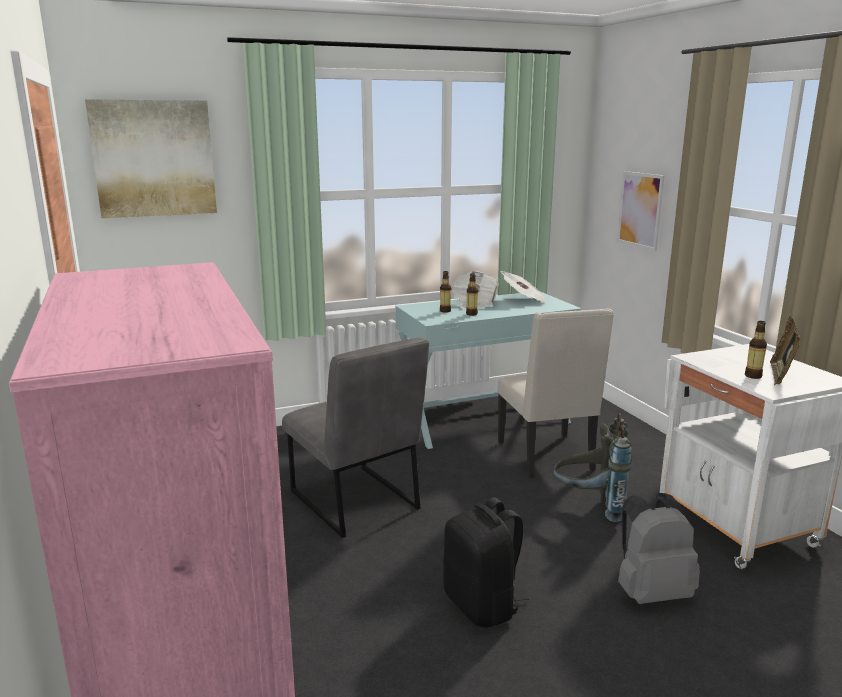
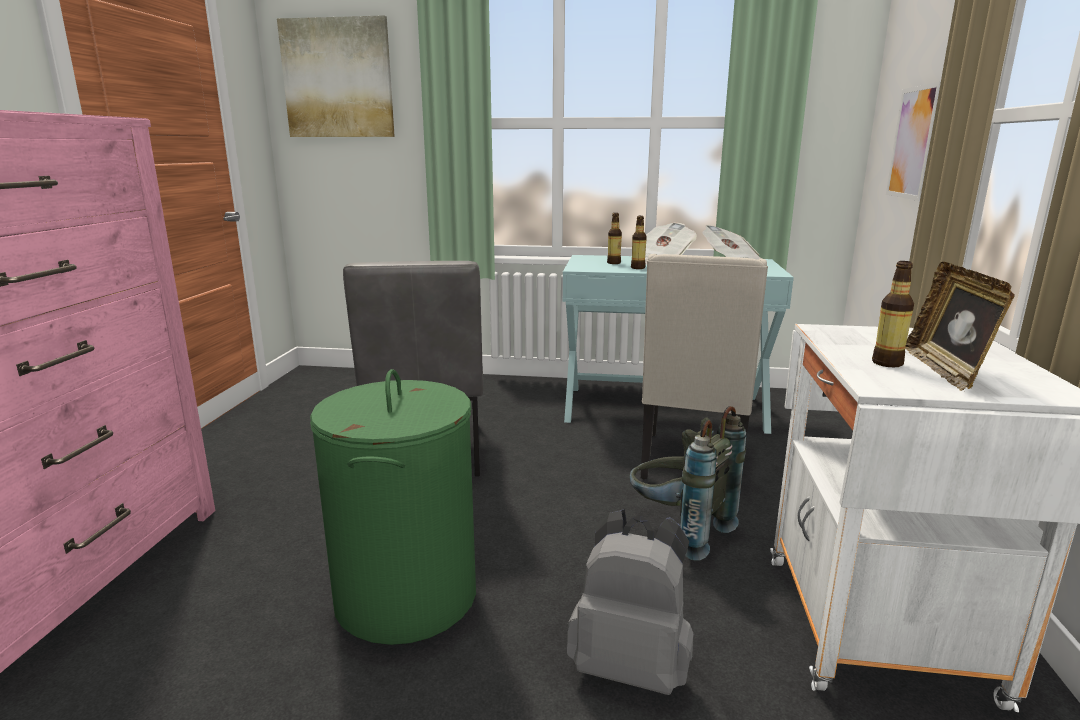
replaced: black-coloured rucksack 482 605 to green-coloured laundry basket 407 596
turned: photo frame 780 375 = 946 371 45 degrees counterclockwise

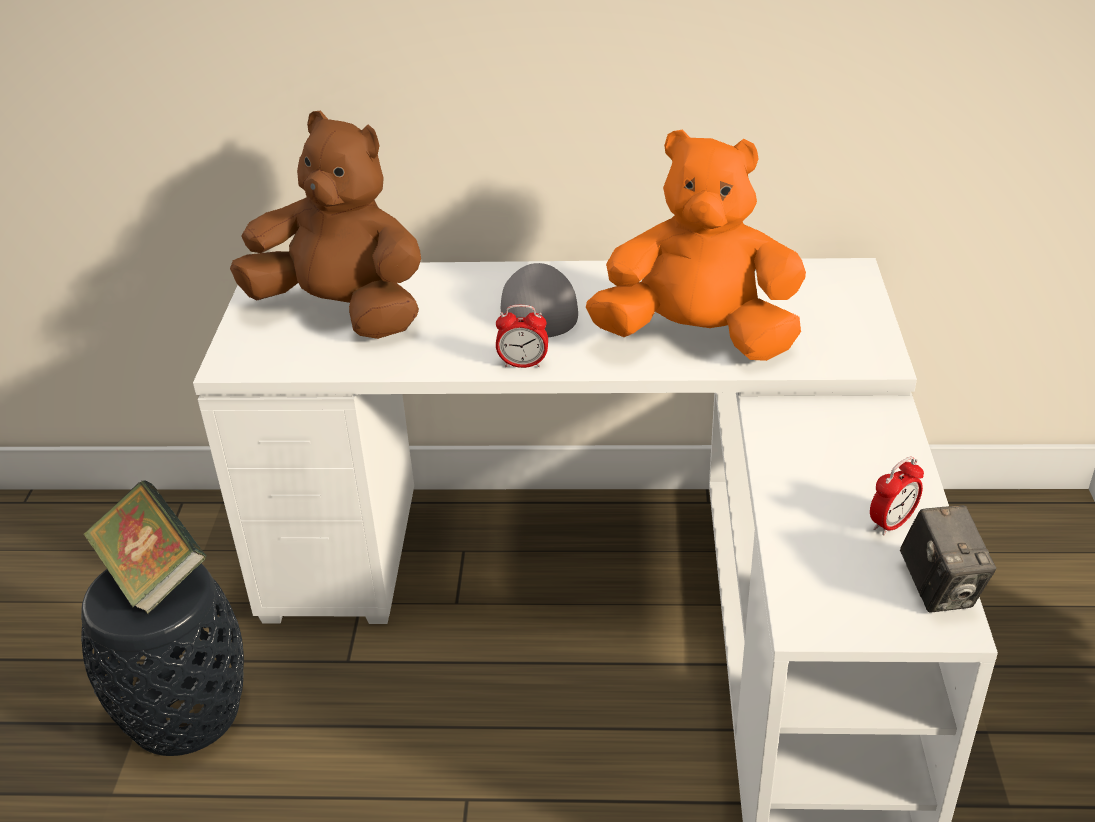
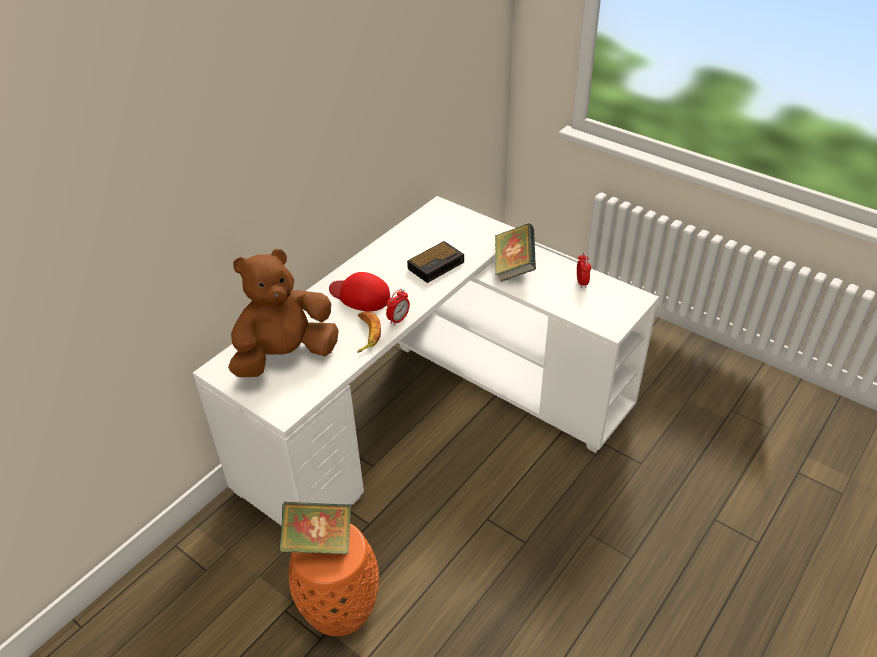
removed: photo camera 939 588
added: whole banana 366 334; book 514 267
replaced: orangey plush toy 698 338 to table clock 437 265
recoloured: black-coloured stool 185 712 to orangey stool 339 606; gray baseball cap 538 307 to red baseball cap 360 295

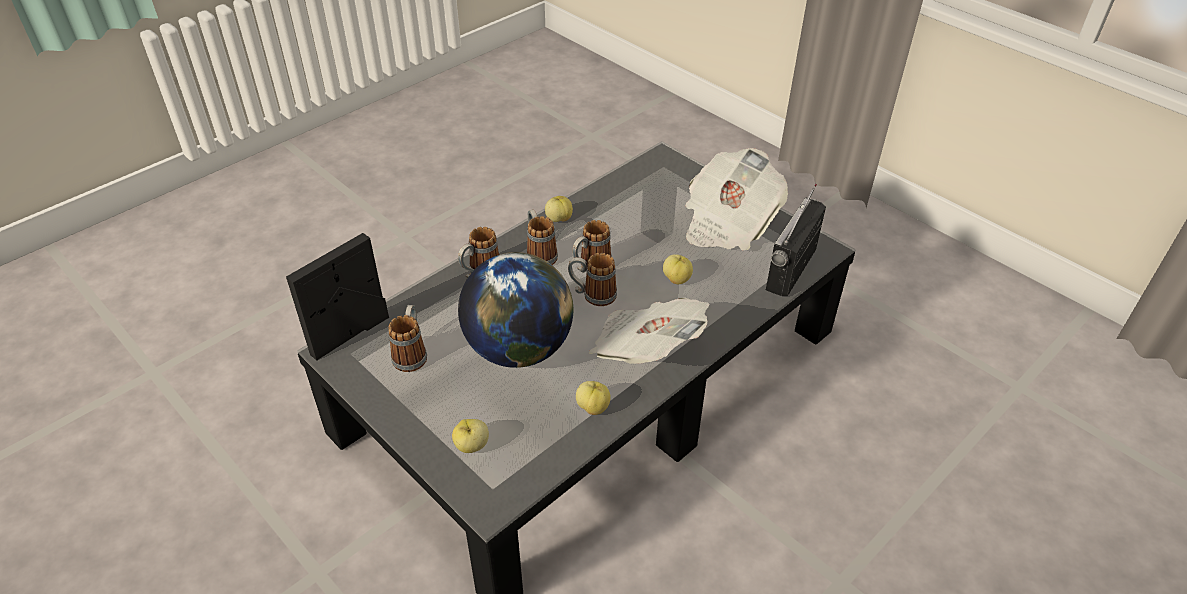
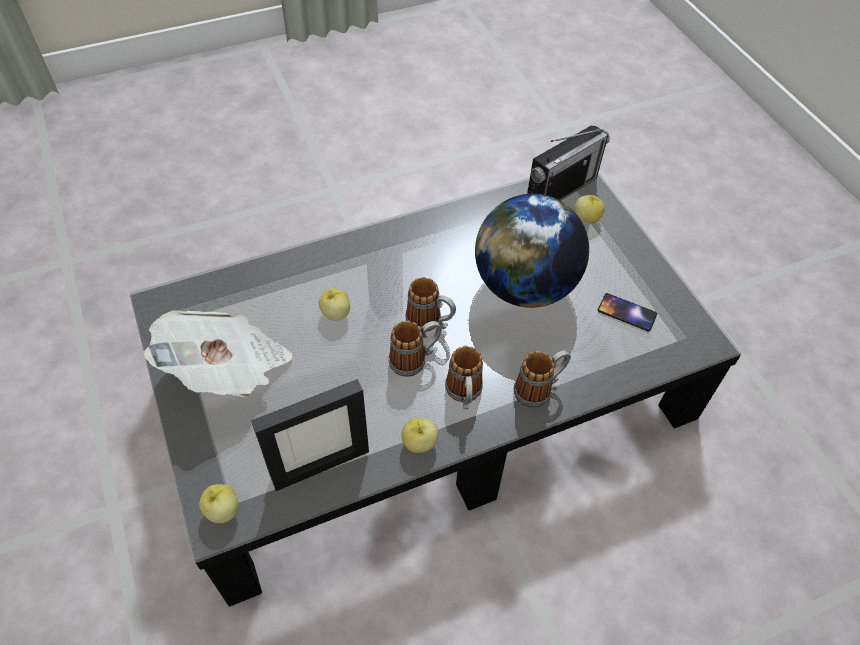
removed: newspaper 645 350
moved: apple 593 407 to 222 510; photo frame 350 335 to 320 464; radio receiver 791 269 to 561 190
replaced: coffee mug 411 353 to phone 627 312

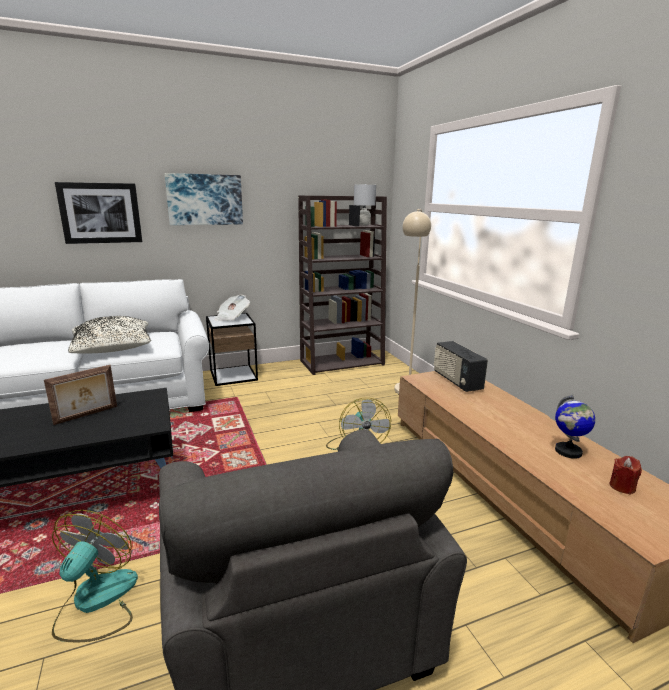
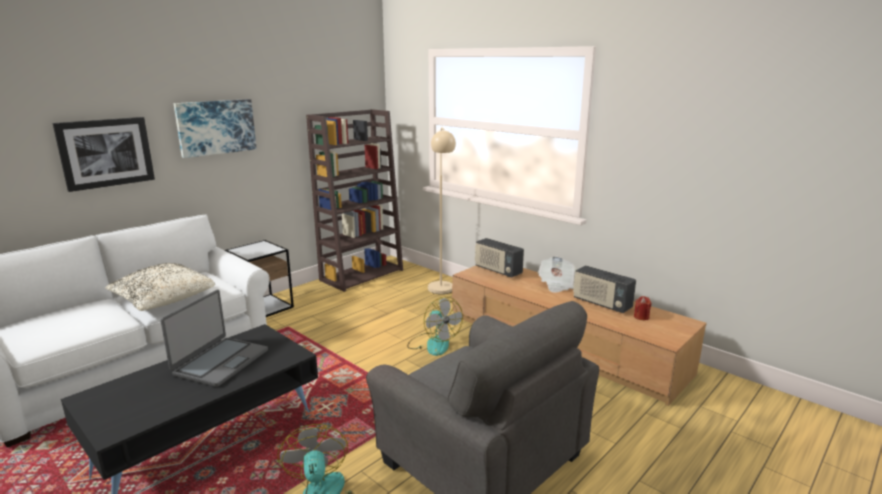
removed: gray tabletop lamp 364 225
moved: newspaper 231 317 to 556 284
replaced: photo frame 86 415 to portable computer 220 362; globe 568 451 to radio receiver 601 304

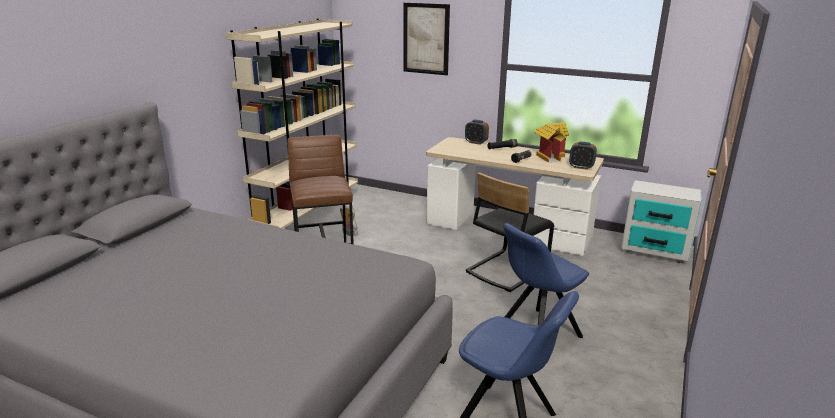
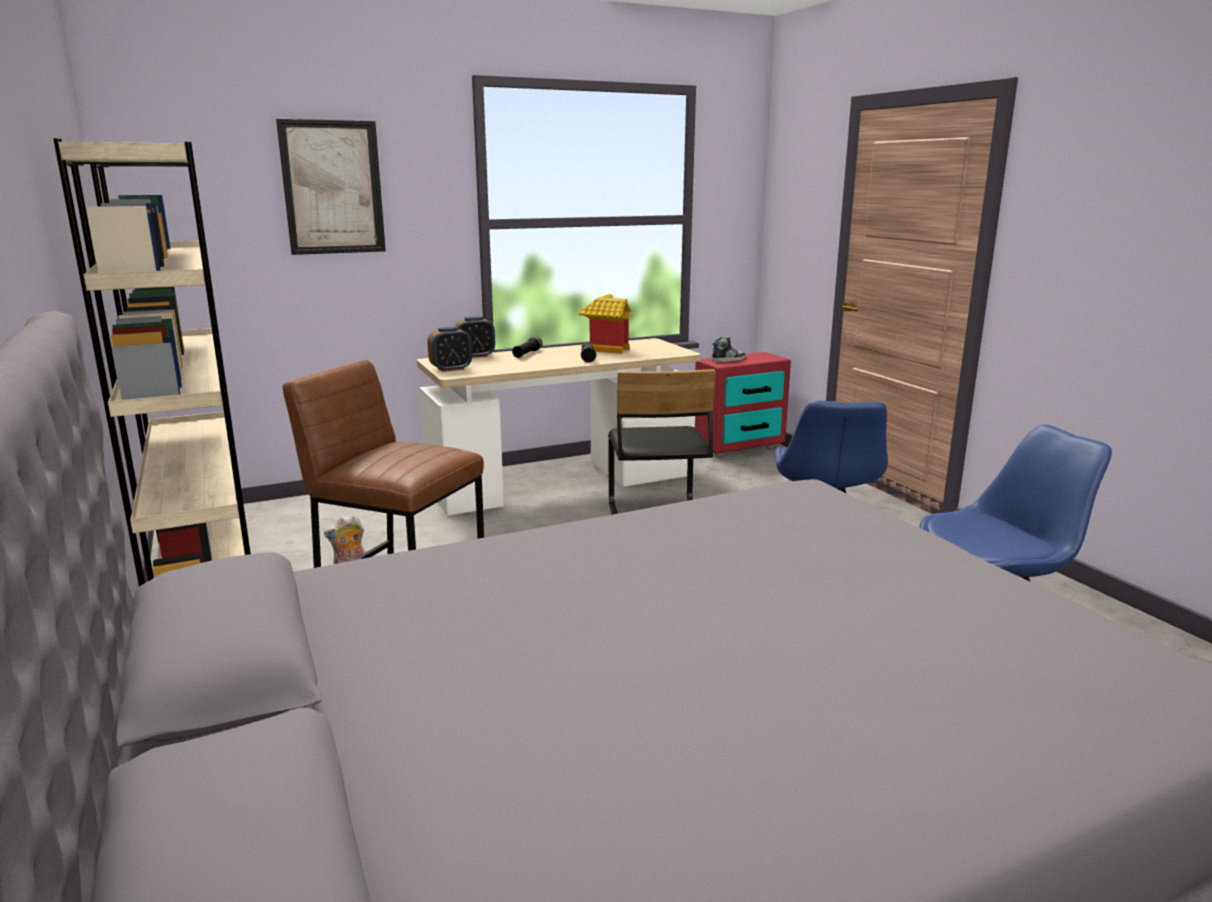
added: shoe 728 359
moved: table clock 581 167 to 451 369
recoloured: white night table 654 253 to red night table 739 449

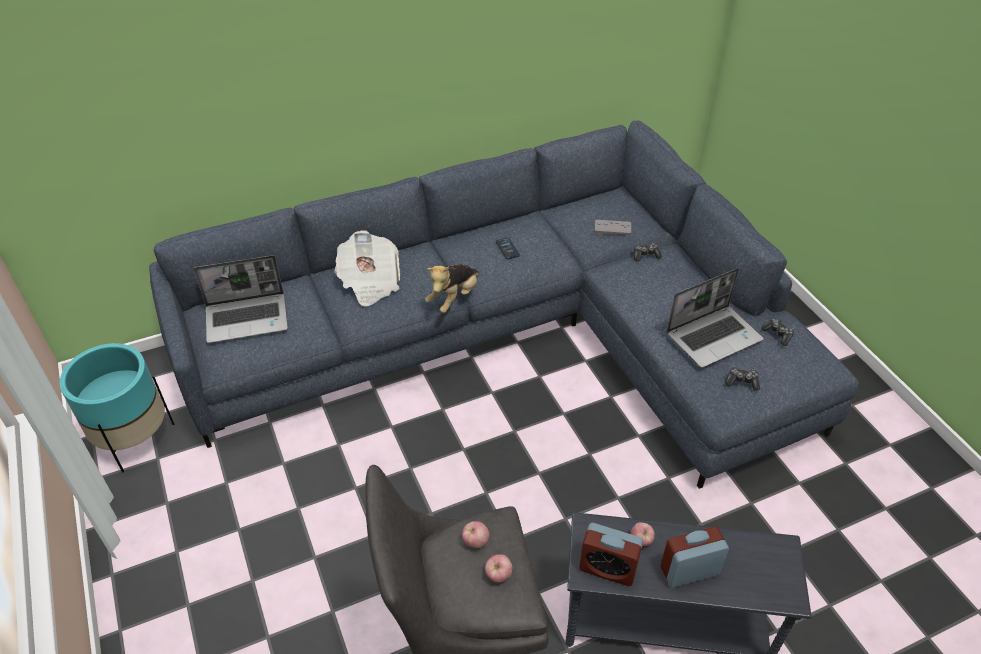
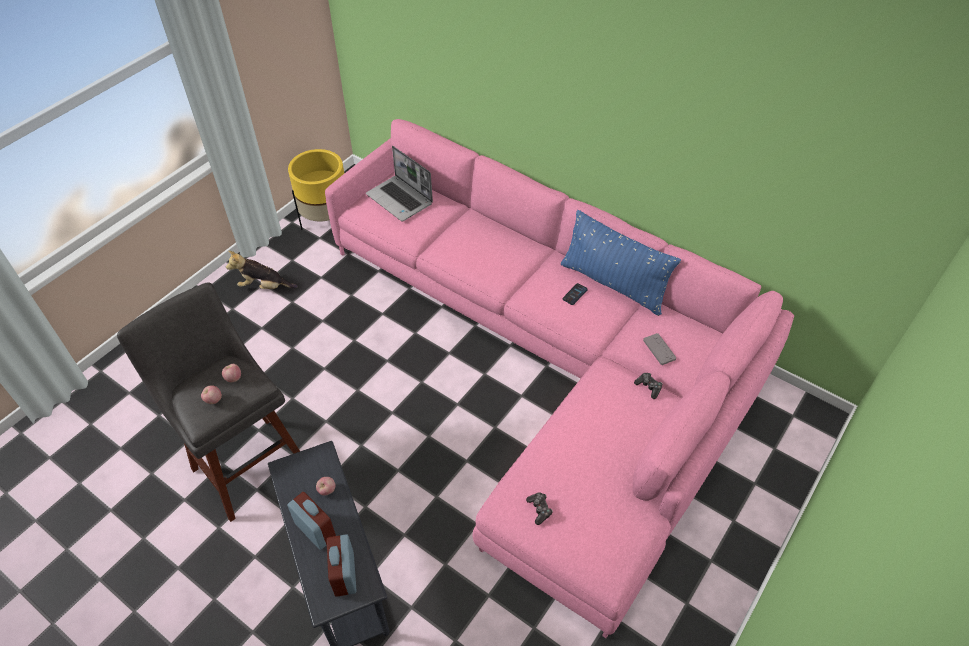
removed: newspaper 370 282; portable computer 714 336; game controller 778 334
added: bluish pillow 613 284
moved: plush toy 454 298 to 264 286; table clock 607 568 to 344 574
recoloured: turquoise-coloured flower pot 135 439 to yellow flower pot 326 220; bluish settee 518 337 to pinkish settee 551 364

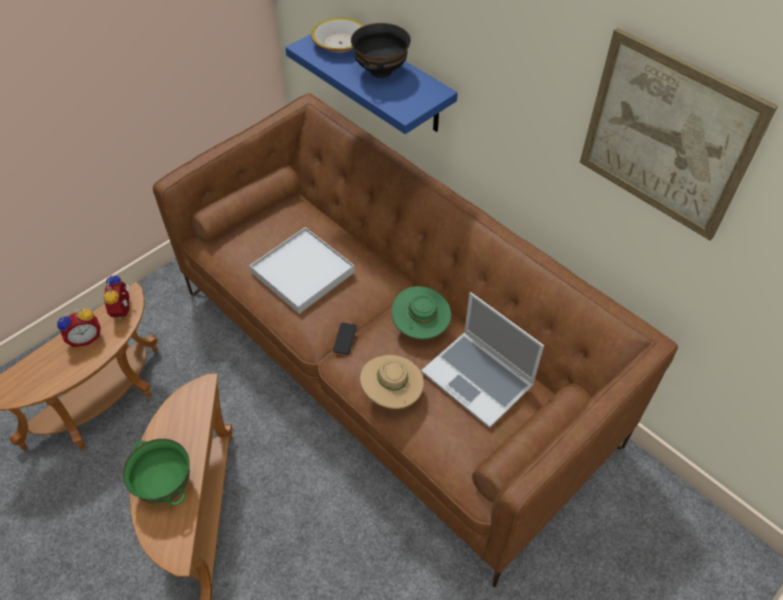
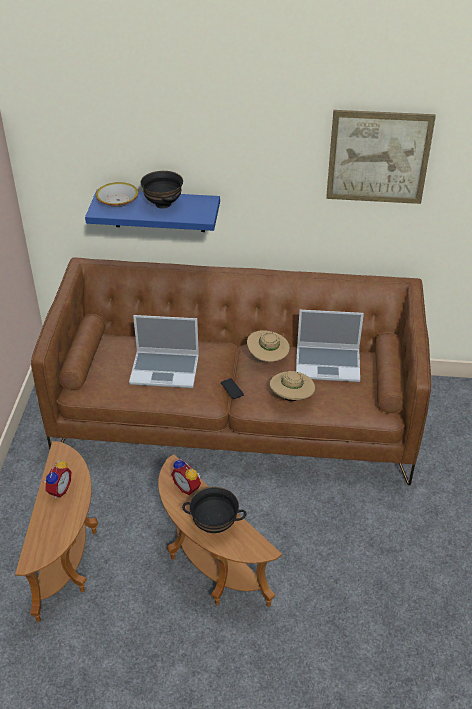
moved: table clock 124 309 to 188 487
replaced: white serving tray 303 272 to portable computer 166 370
recoloured: green-coloured bowl 166 485 to black-coloured bowl 214 524; green-coloured wearable hat 420 326 to sand-coloured wearable hat 268 358

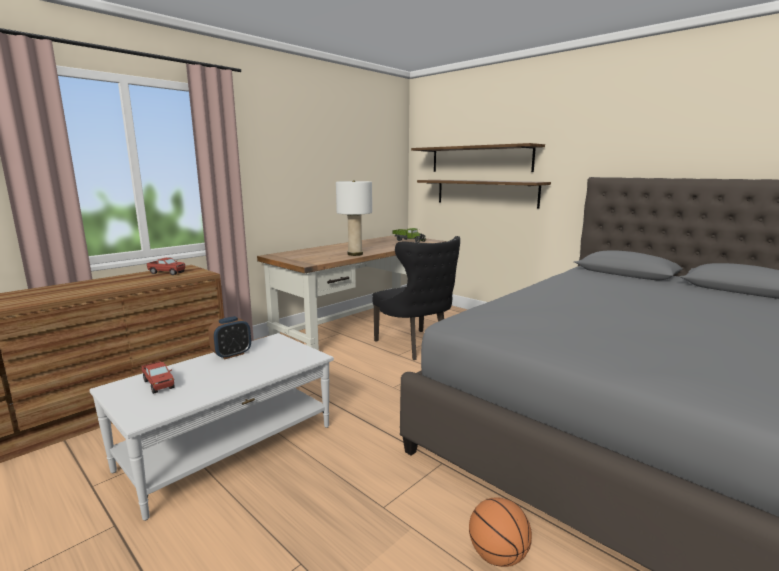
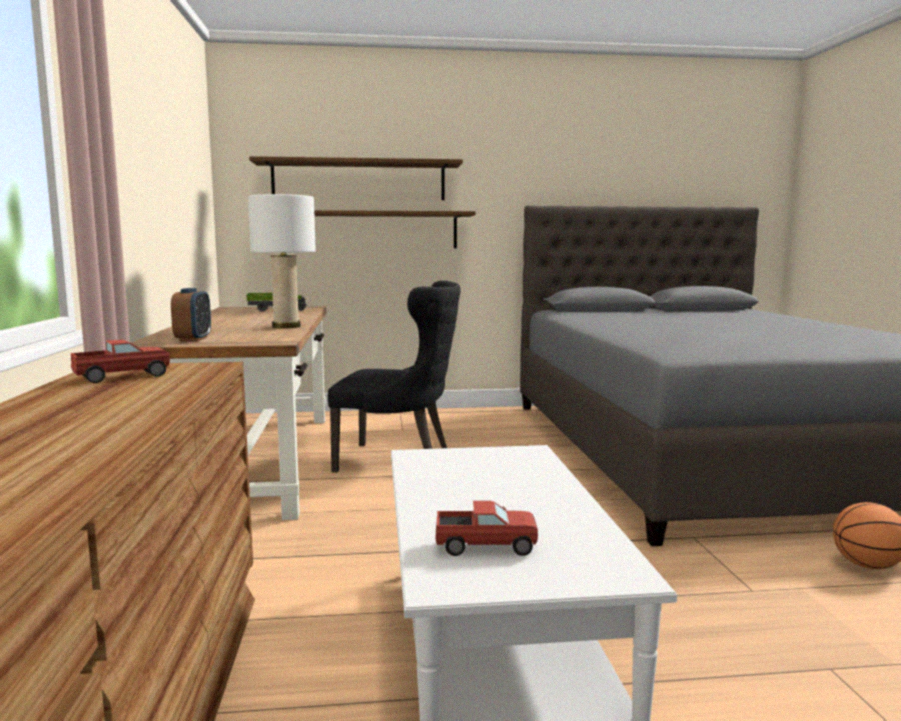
moved: table clock 232 354 to 193 339

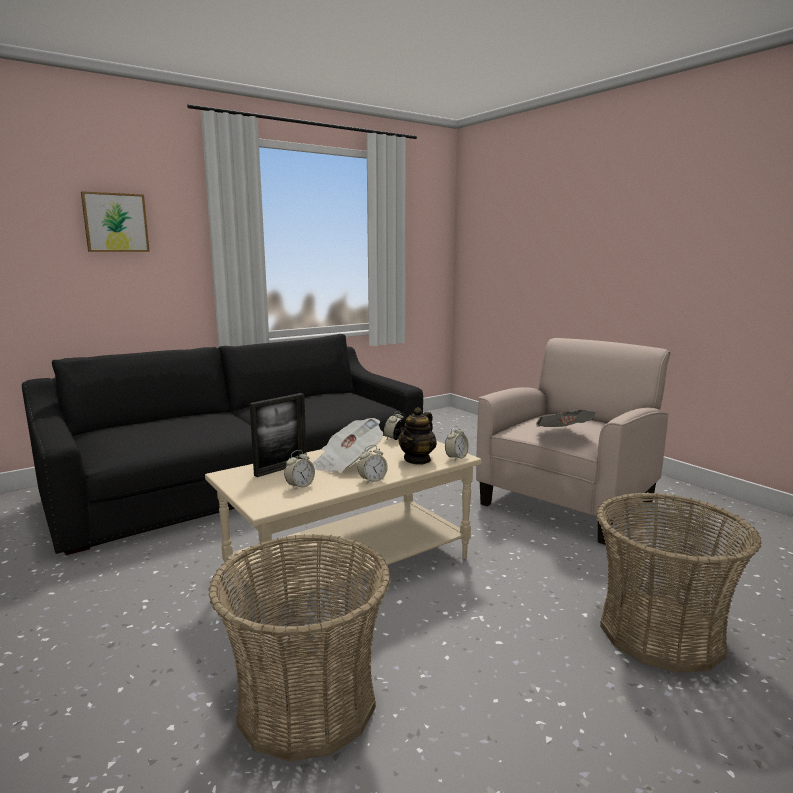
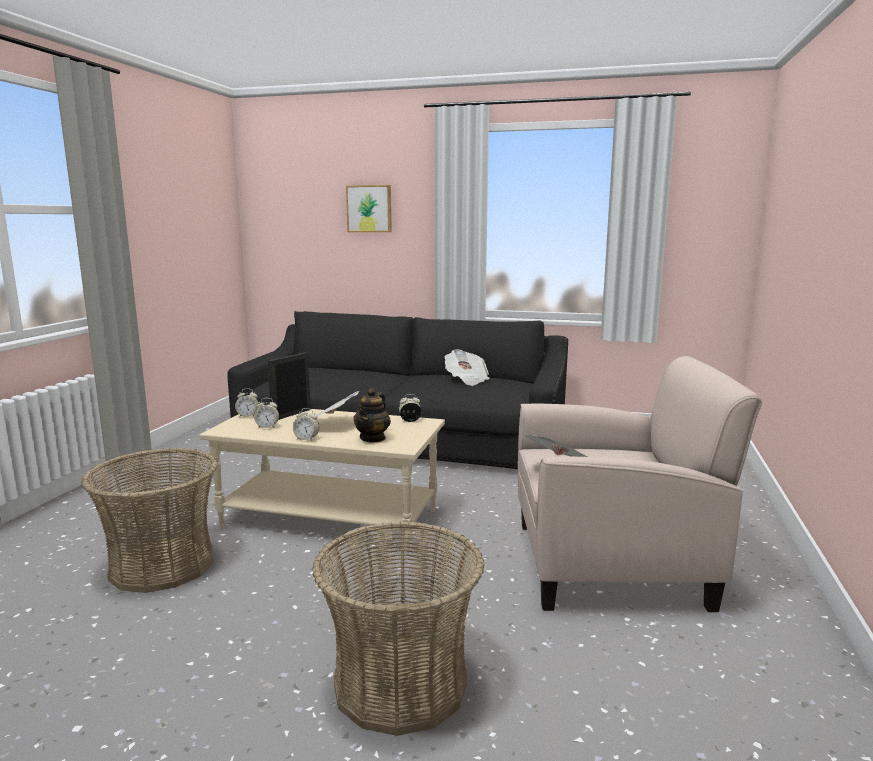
added: newspaper 466 380
moved: table clock 456 457 to 248 416
turned: photo frame 281 469 = 291 414 120 degrees clockwise; pot for tea 417 459 = 373 438 60 degrees counterclockwise

